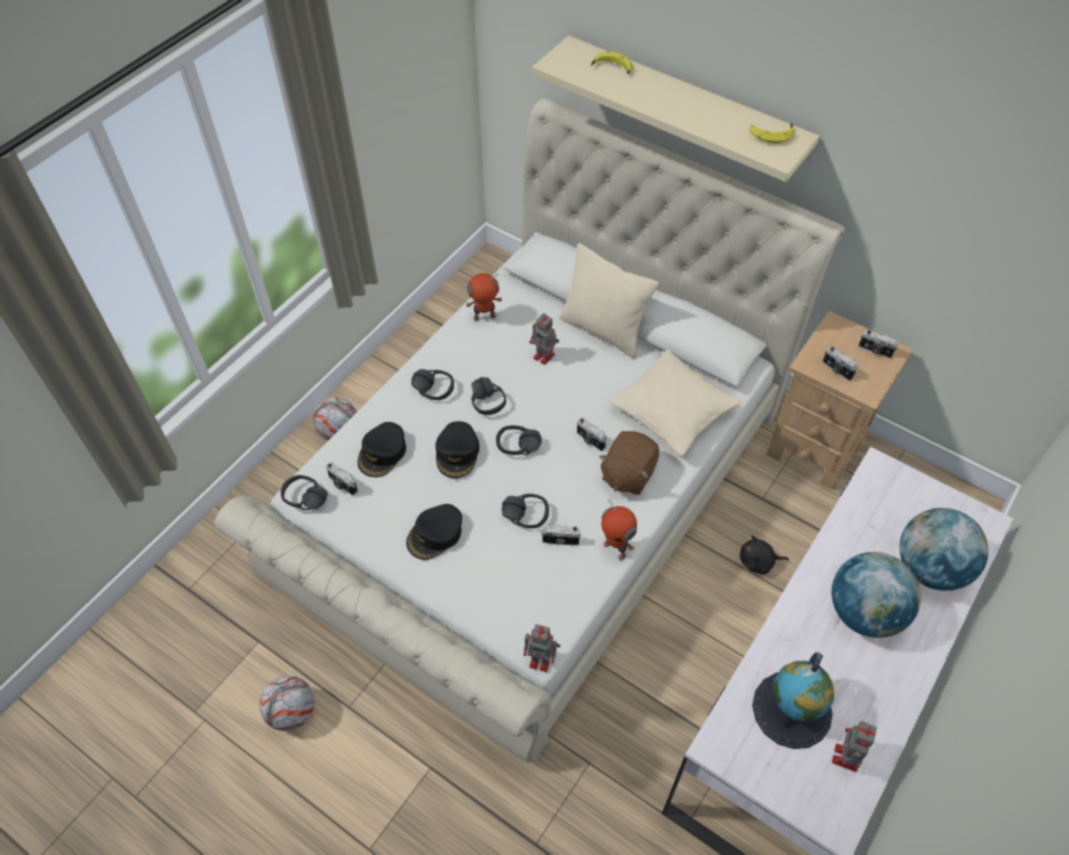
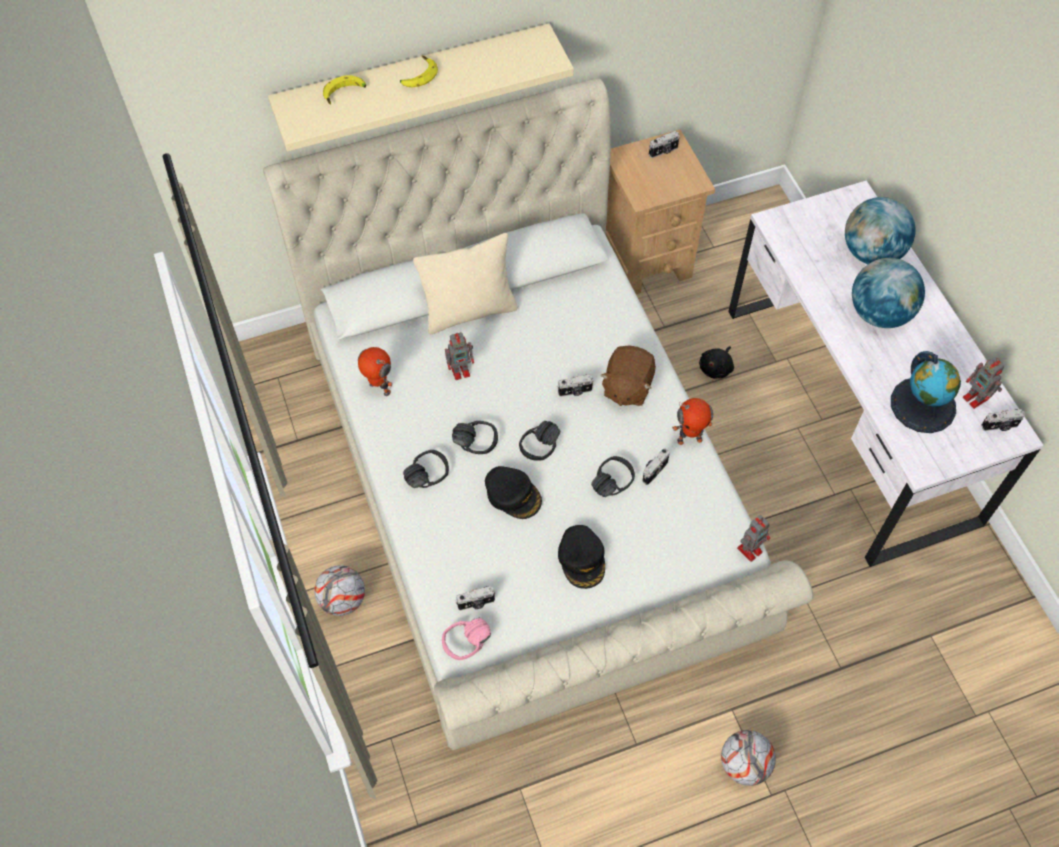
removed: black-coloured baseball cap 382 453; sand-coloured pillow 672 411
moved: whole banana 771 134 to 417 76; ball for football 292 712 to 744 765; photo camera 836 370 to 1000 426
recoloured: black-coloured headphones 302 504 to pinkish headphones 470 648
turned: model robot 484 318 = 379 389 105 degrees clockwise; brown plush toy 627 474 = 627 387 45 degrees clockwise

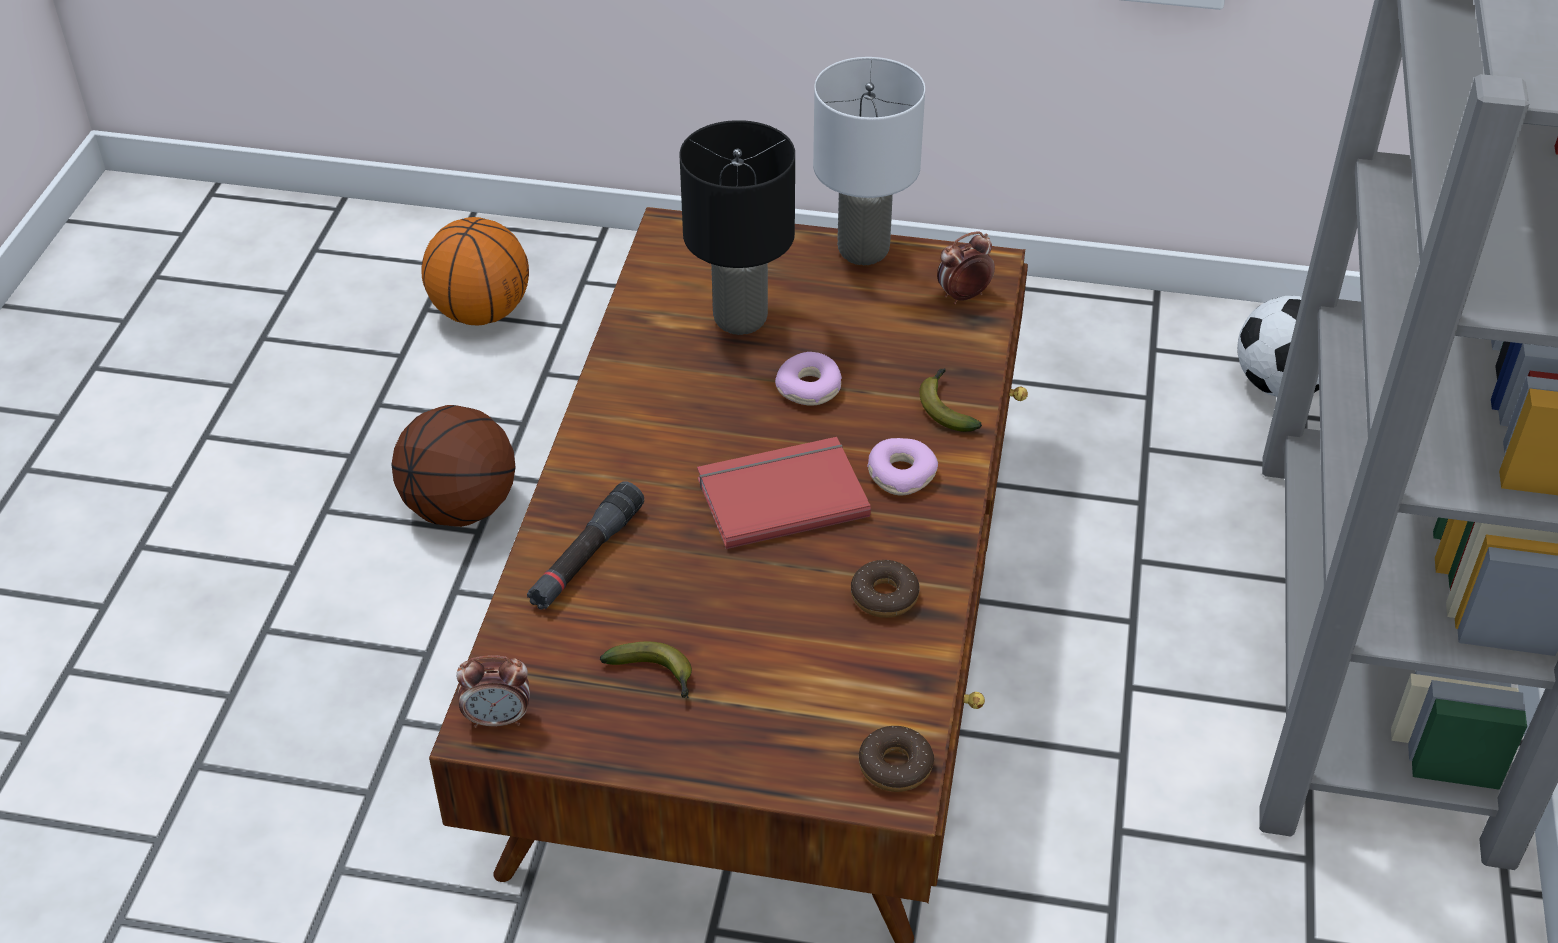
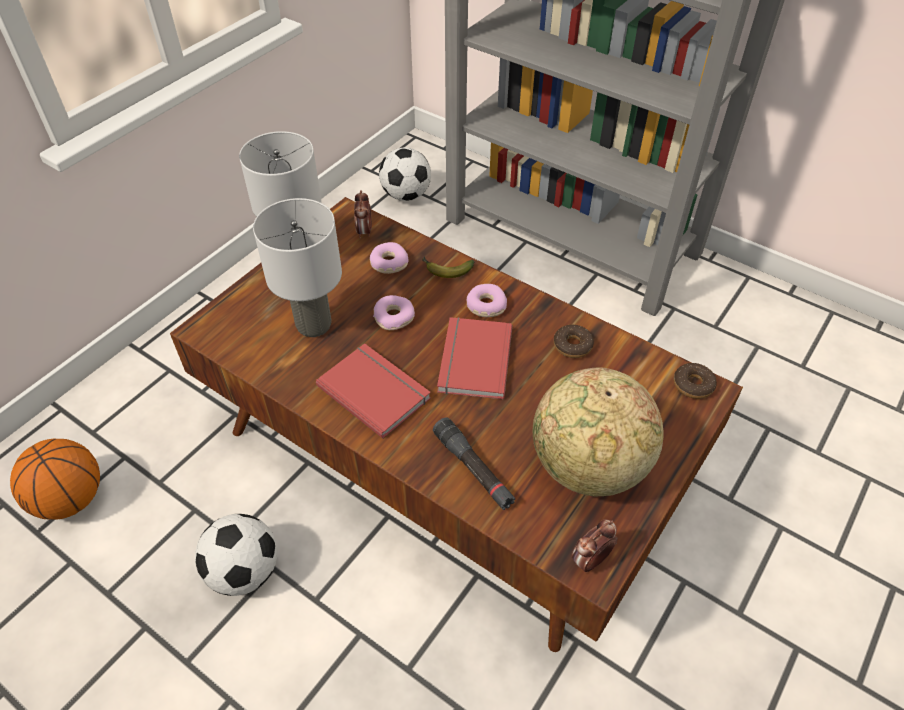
added: red book 375 390; ring doughnut 388 263
replaced: basketball 461 507 to ball for football 244 571; whole banana 655 675 to globe 587 466
recoloured: black-coloured tabletop lamp 738 322 to white tabletop lamp 314 328
turned: table clock 498 719 = 590 560 150 degrees counterclockwise

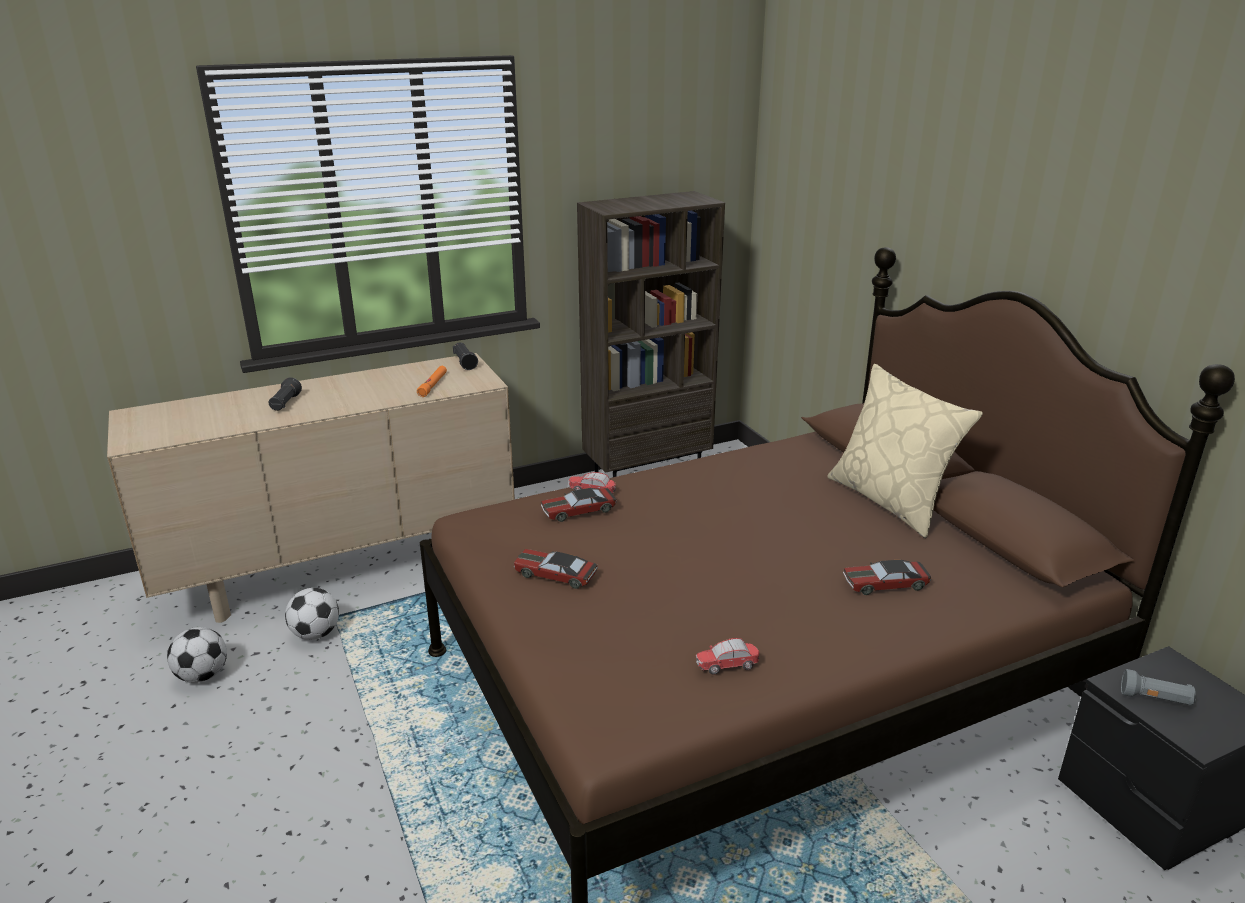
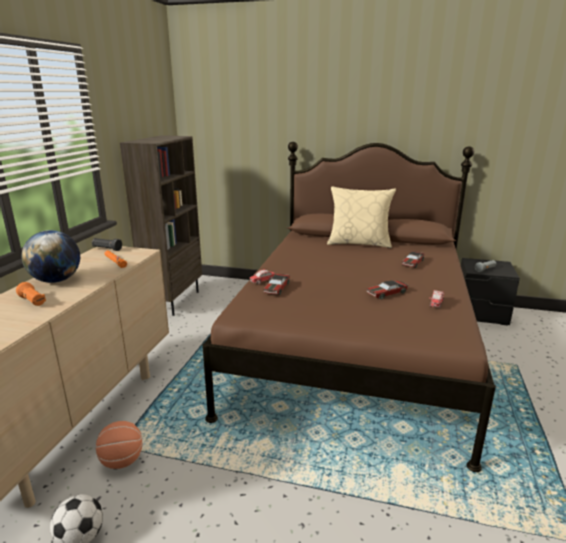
added: globe 56 280
moved: miniature car 555 574 to 386 293
replaced: ball for football 316 634 to basketball 122 461
recoloured: black-coloured flashlight 285 404 to orangey flashlight 33 302

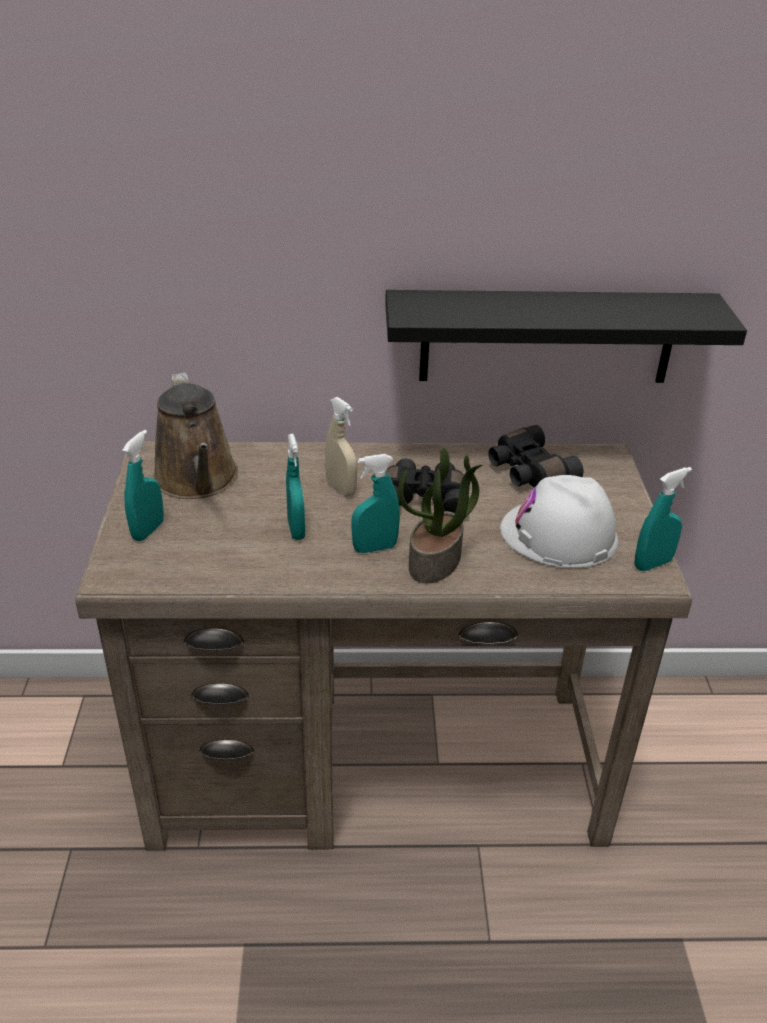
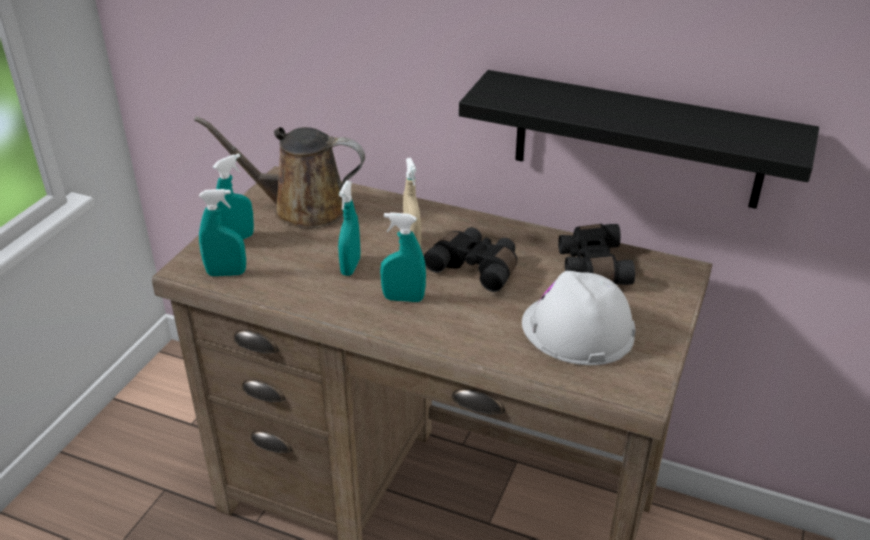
removed: houseplant 435 562
moved: turquoise-coloured spray bottle 652 564 to 226 273
turned: brown sprinkling can 197 480 = 302 208 90 degrees clockwise

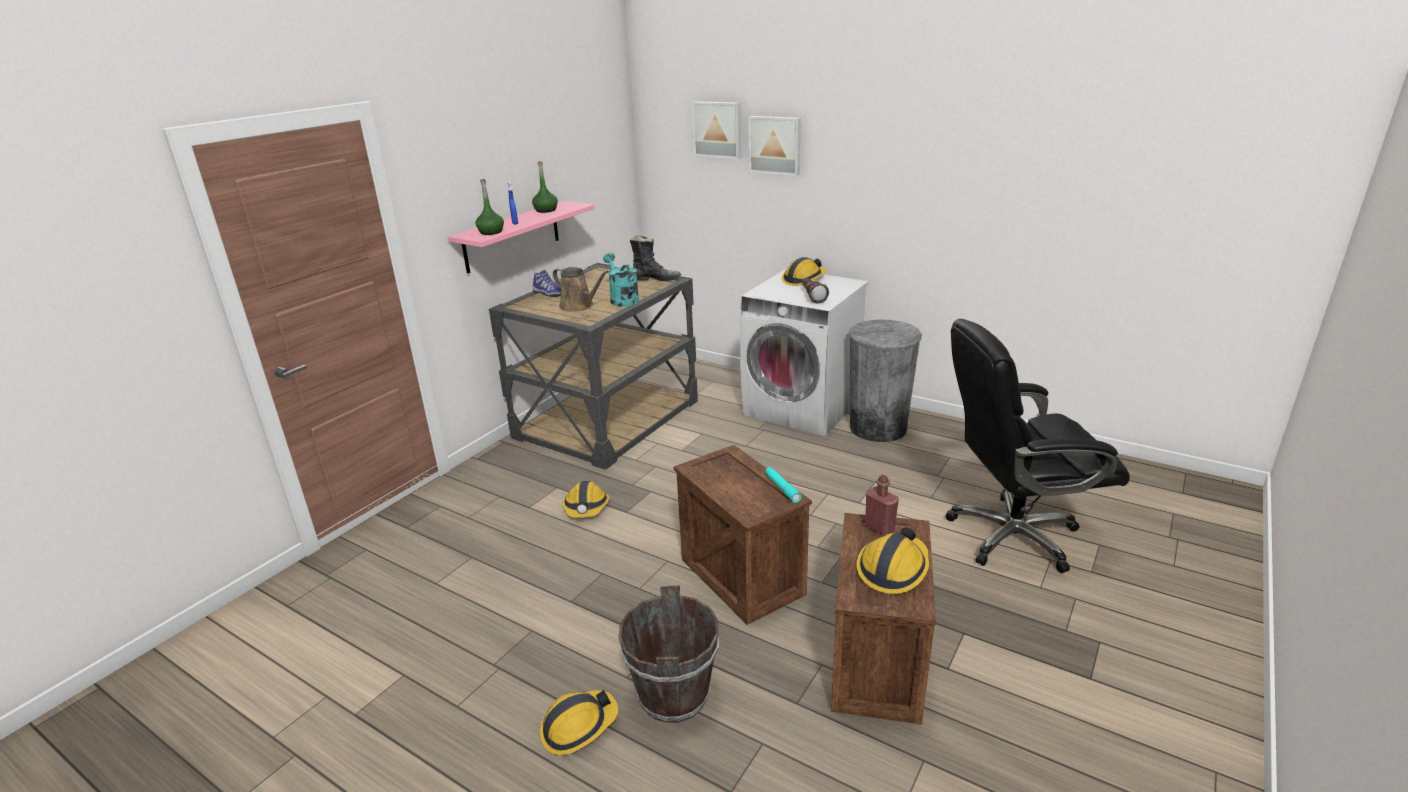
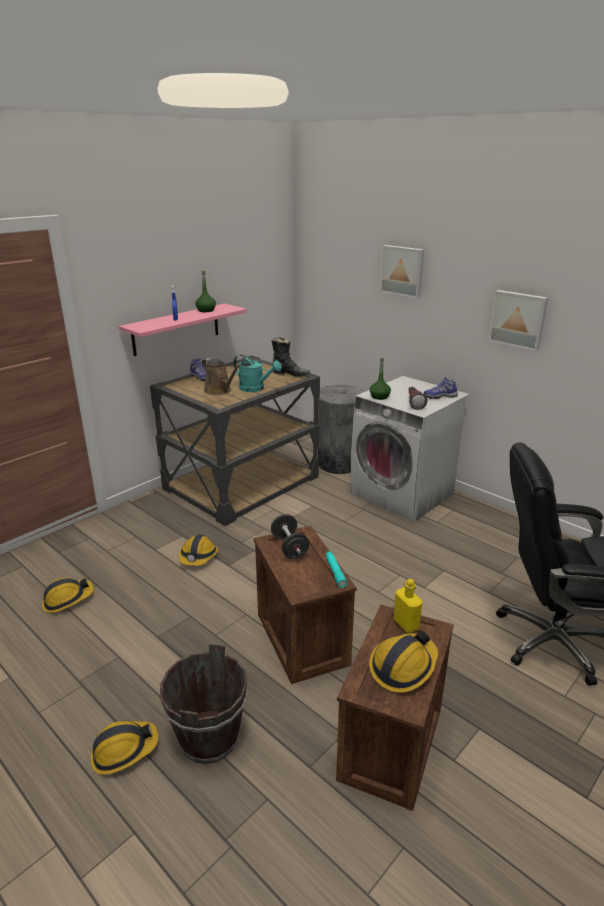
added: black-coloured hand weight 289 547; shoe 440 396
moved: safety helmet 803 279 to 67 599; gray trash can 878 428 to 338 464; green-coloured beverage bottle 491 232 to 379 397; picture 718 129 to 518 319
recoloured: red beverage bottle 879 528 to yellow beverage bottle 406 624
turned: turquoise-coloured sprinkling can 622 299 = 255 389 135 degrees clockwise

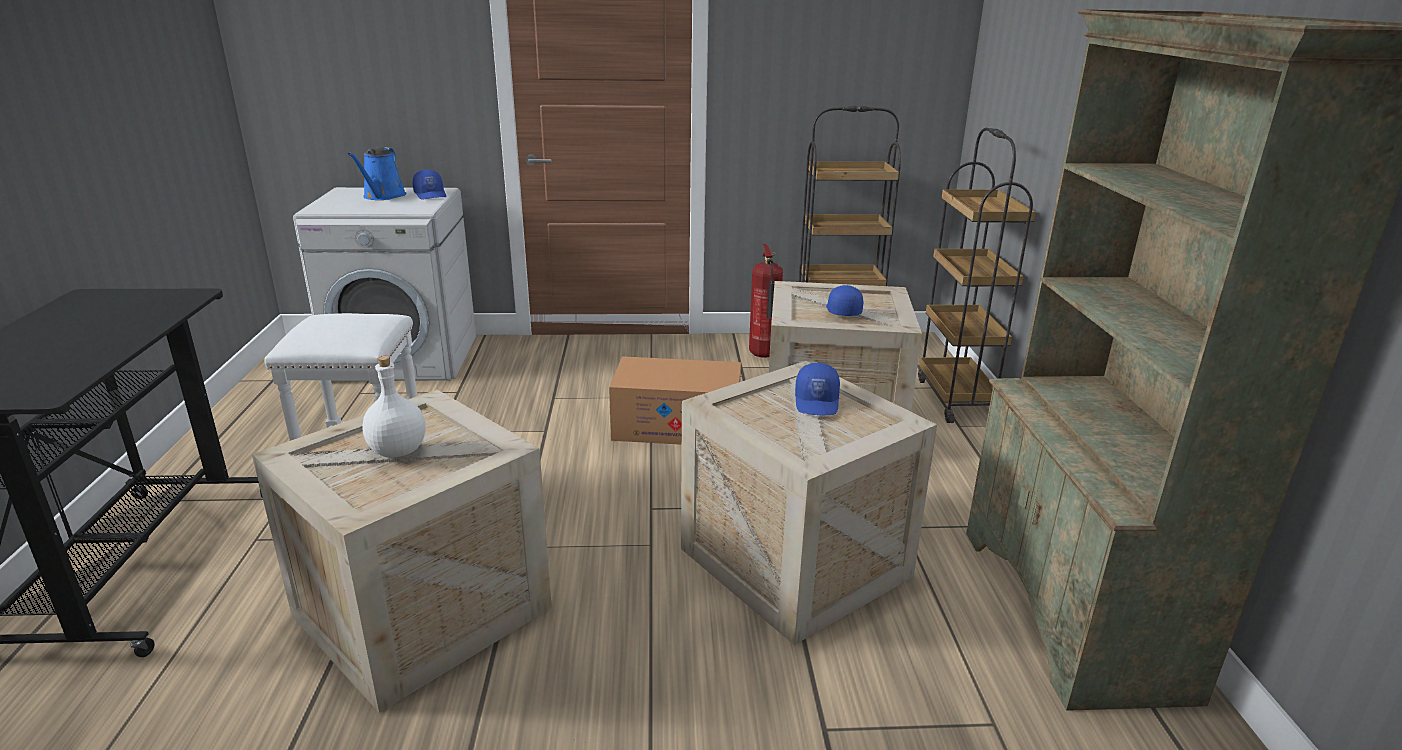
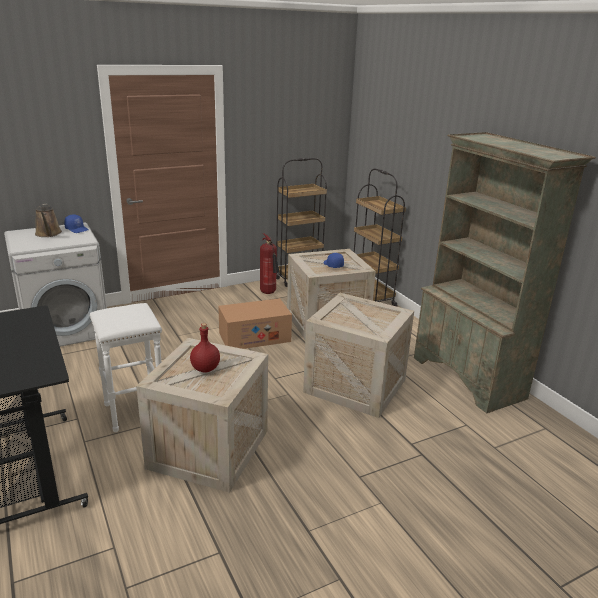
removed: bluish baseball cap 817 402
recoloured: bluish sprinkling can 382 196 to brown sprinkling can 48 234; white beverage bottle 399 451 to red beverage bottle 206 368

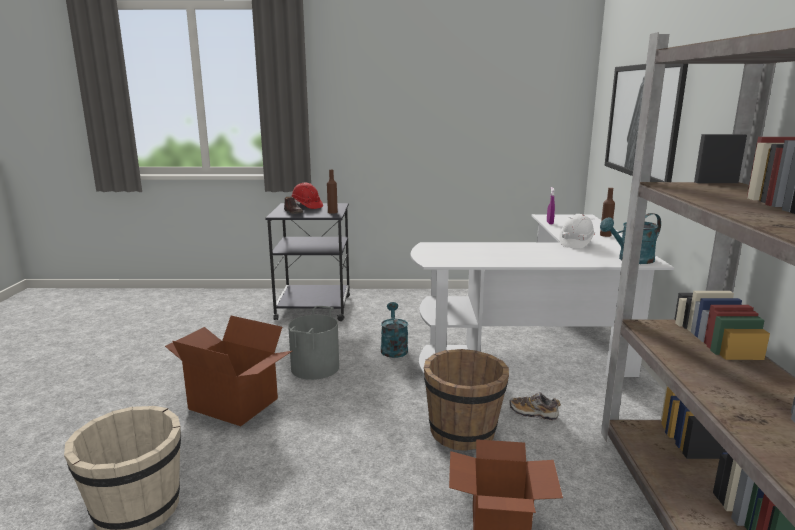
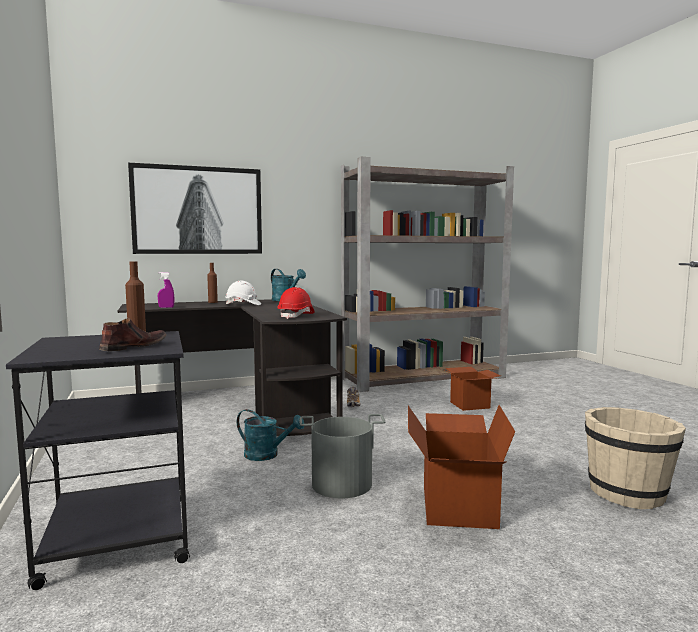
removed: brown bucket 463 432
moved: red safety helmet 306 206 to 296 316
recoloured: white desk table 543 351 to black-coloured desk table 248 405
turned: turquoise-coloured sprinkling can 393 348 = 267 455 135 degrees counterclockwise

